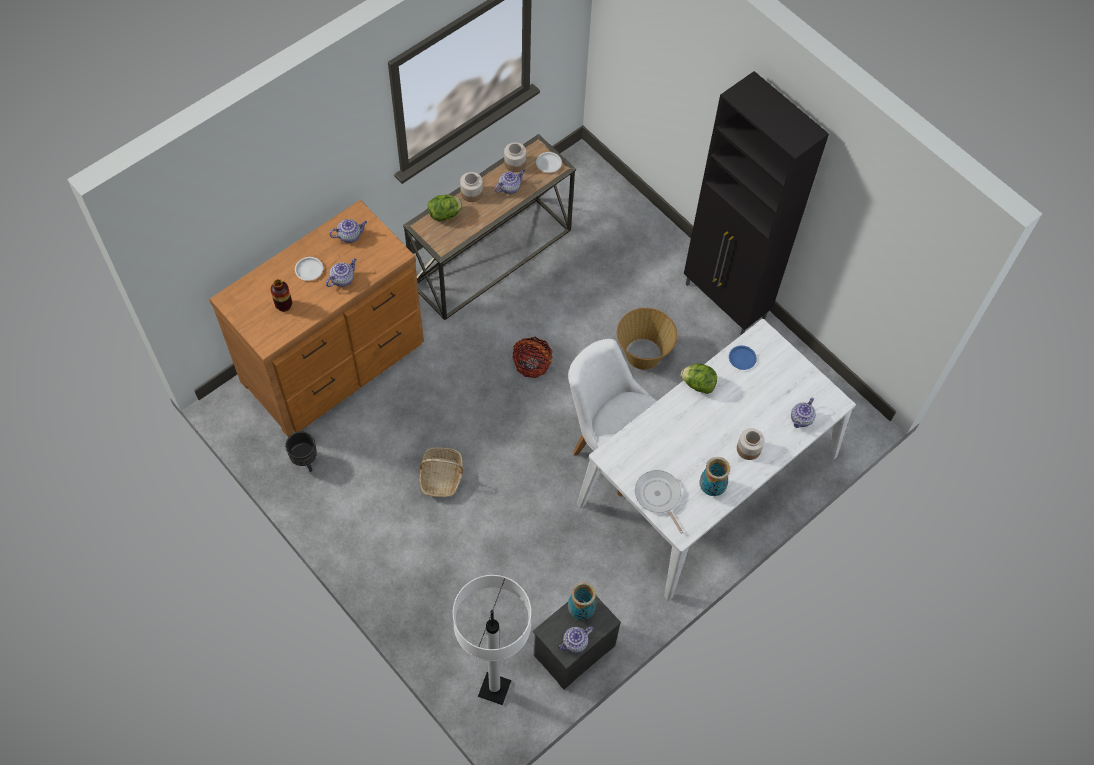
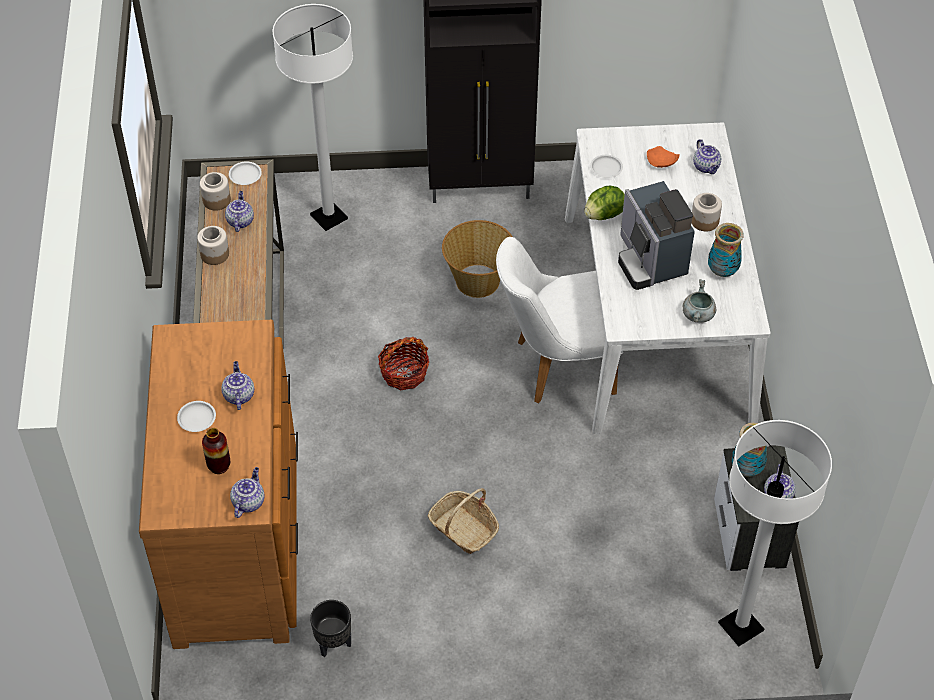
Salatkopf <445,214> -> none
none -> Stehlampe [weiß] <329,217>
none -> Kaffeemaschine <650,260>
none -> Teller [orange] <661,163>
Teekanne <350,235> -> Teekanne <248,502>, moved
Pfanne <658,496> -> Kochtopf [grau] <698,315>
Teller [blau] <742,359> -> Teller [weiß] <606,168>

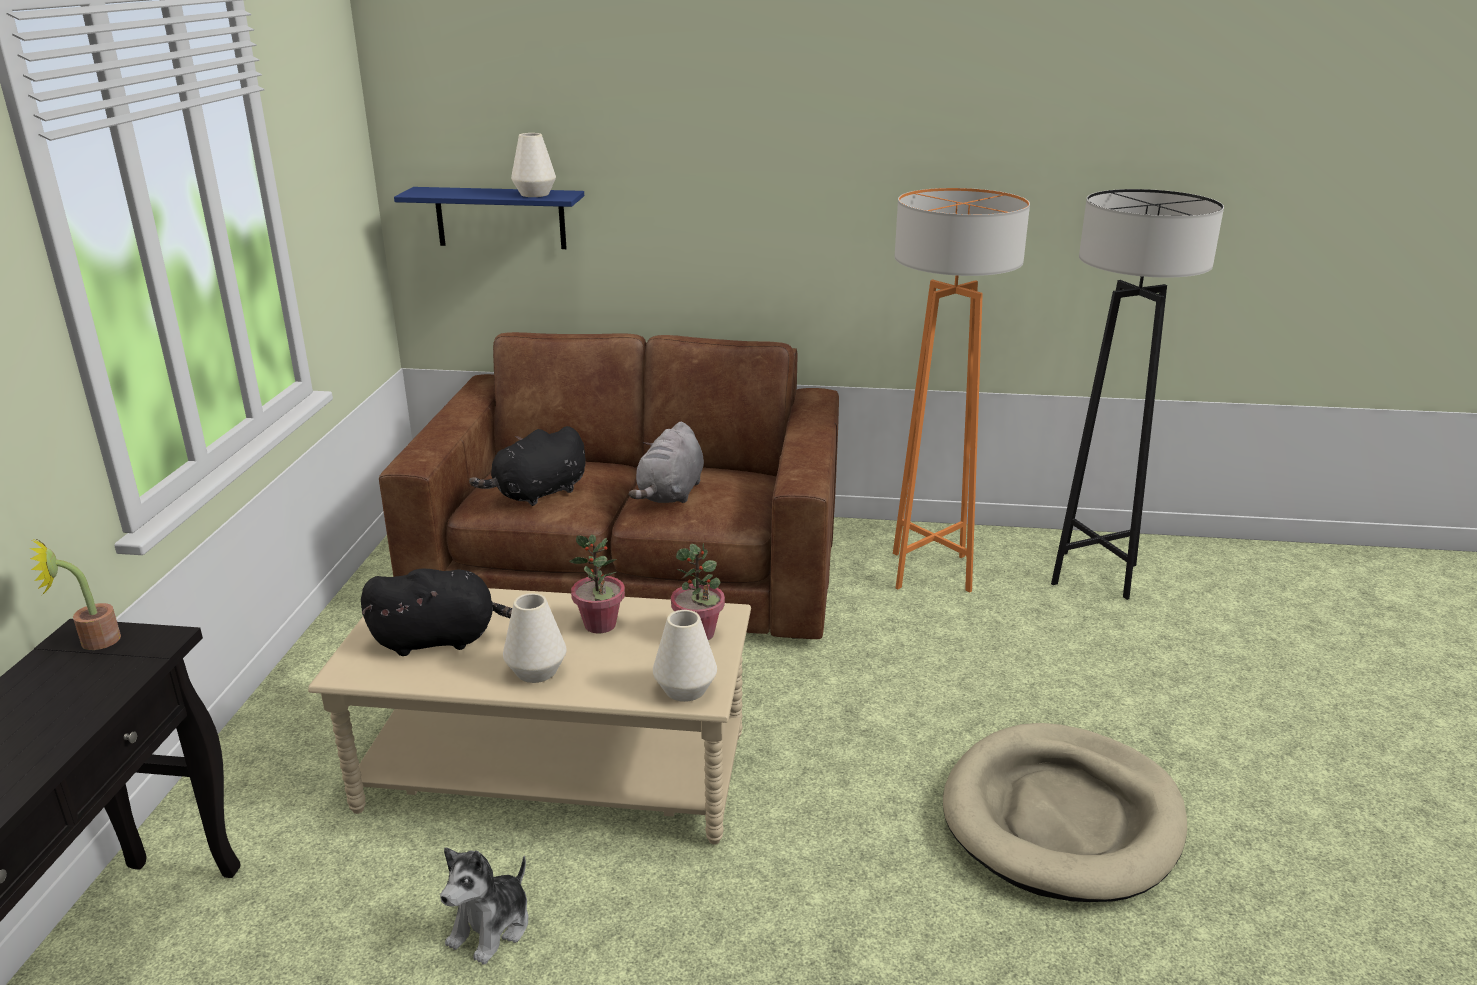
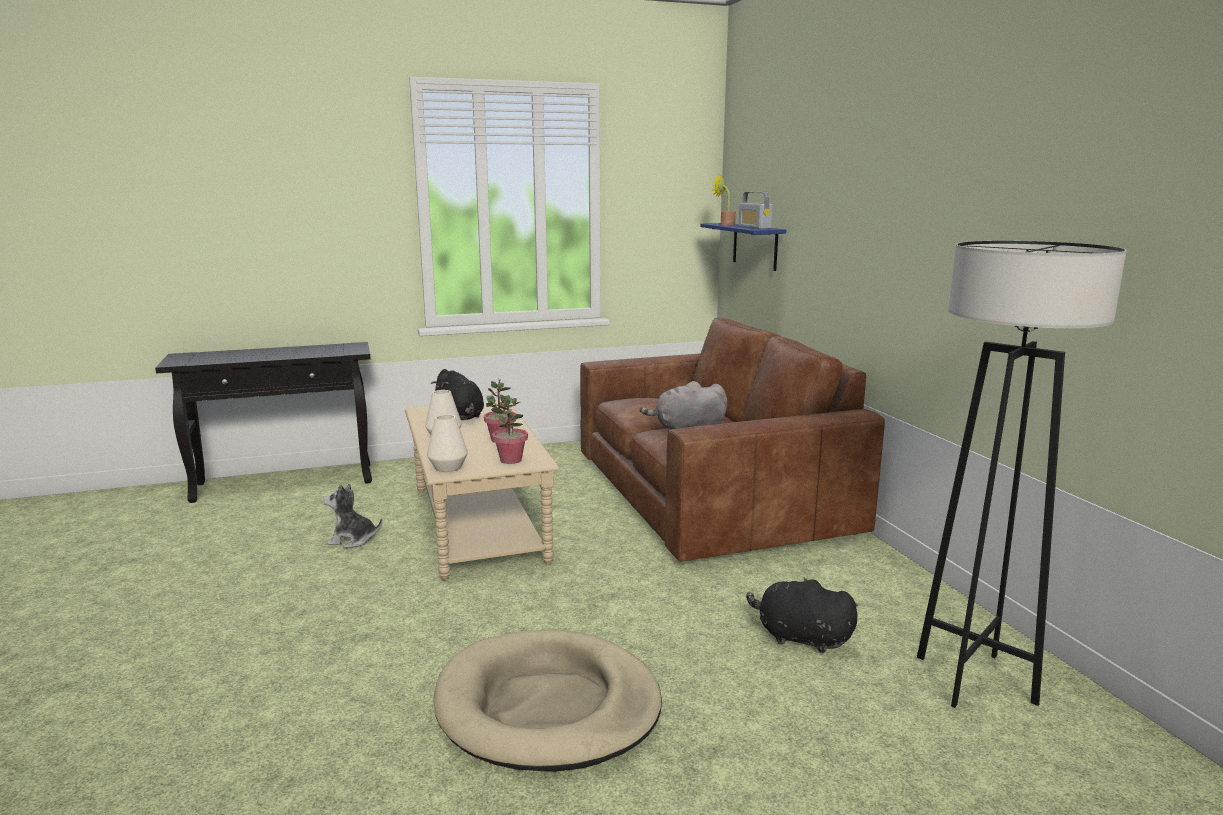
Stehlampe [orange] <931,572> -> none
Topfpflanze <92,642> -> Topfpflanze <725,224>, moved
Plüschtier [schwarz] <537,494> -> Plüschtier [schwarz] <799,638>, moved
Vase [weiß] <535,194> -> Radio <754,227>

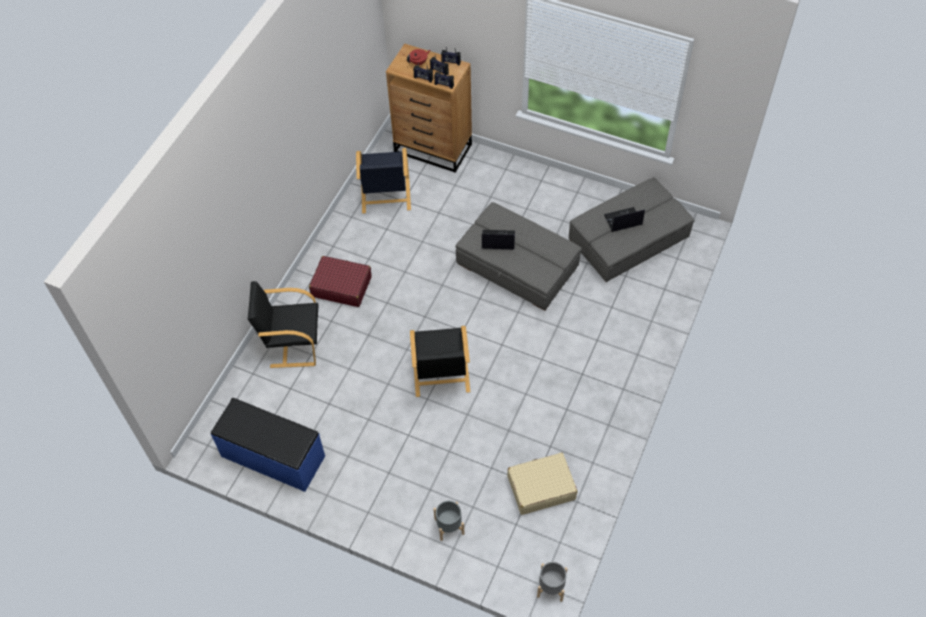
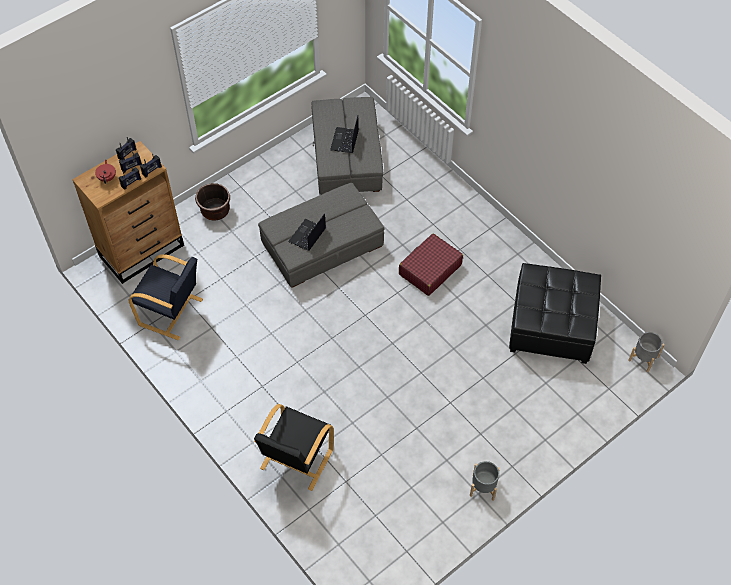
Bank [blau] <272,457> -> none
Sessel [schwarz] <441,375> -> none
none -> Pflanzkübel [braun] <215,210>
Koffer [rot] <341,286> -> Koffer [rot] <429,270>, moved
Pflanzkübel [grau] <449,526> -> Pflanzkübel [grau] <483,487>, moved
Koffer [beige] <541,488> -> Polsterhocker [schwarz] <552,326>

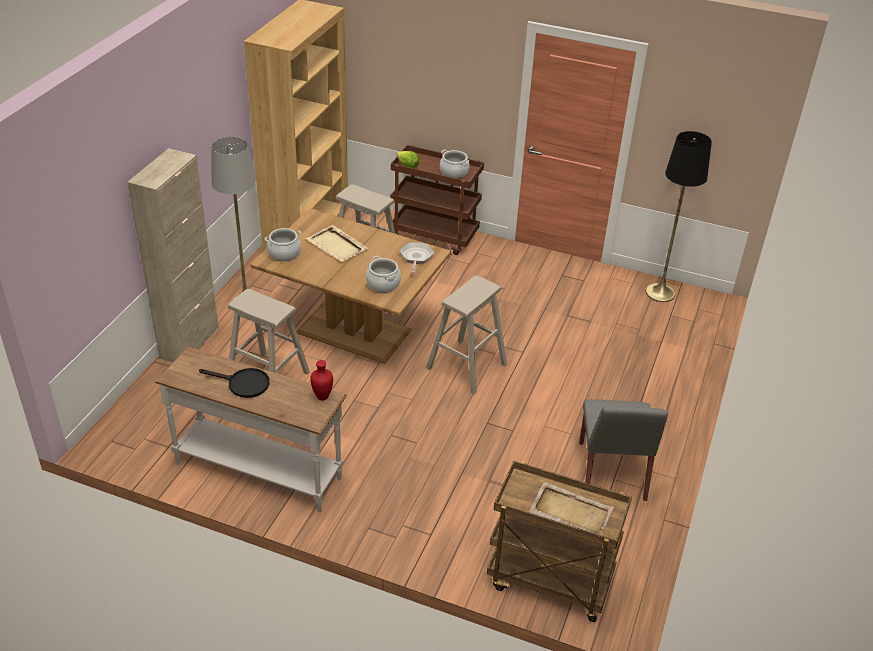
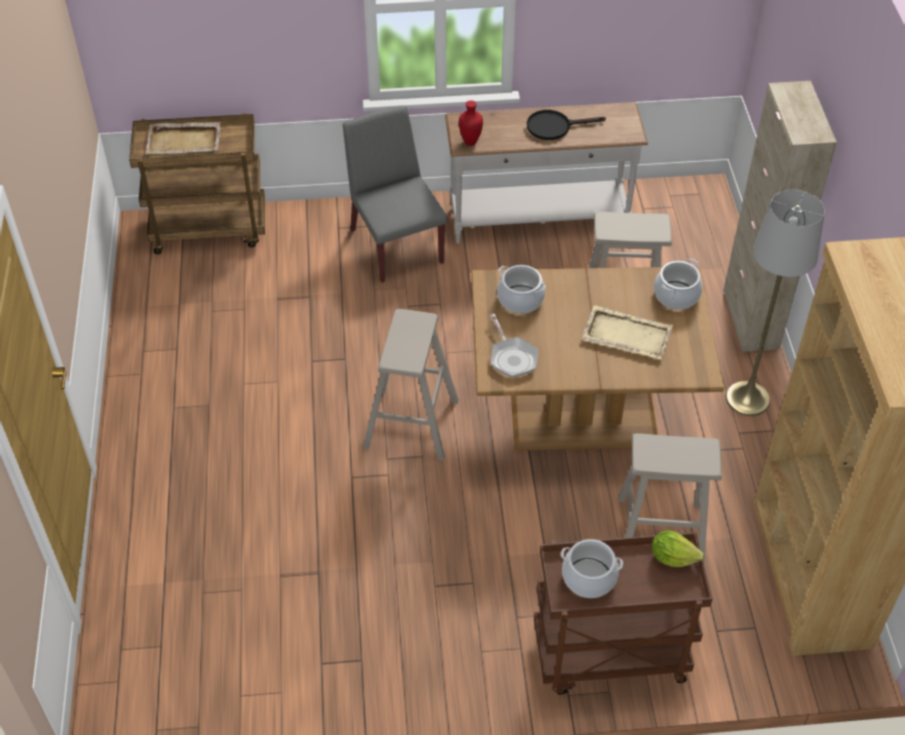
Stehlampe [schwarz] <660,293> -> none
Stuhl [grau] <612,472> -> Stuhl [grau] <396,245>, moved

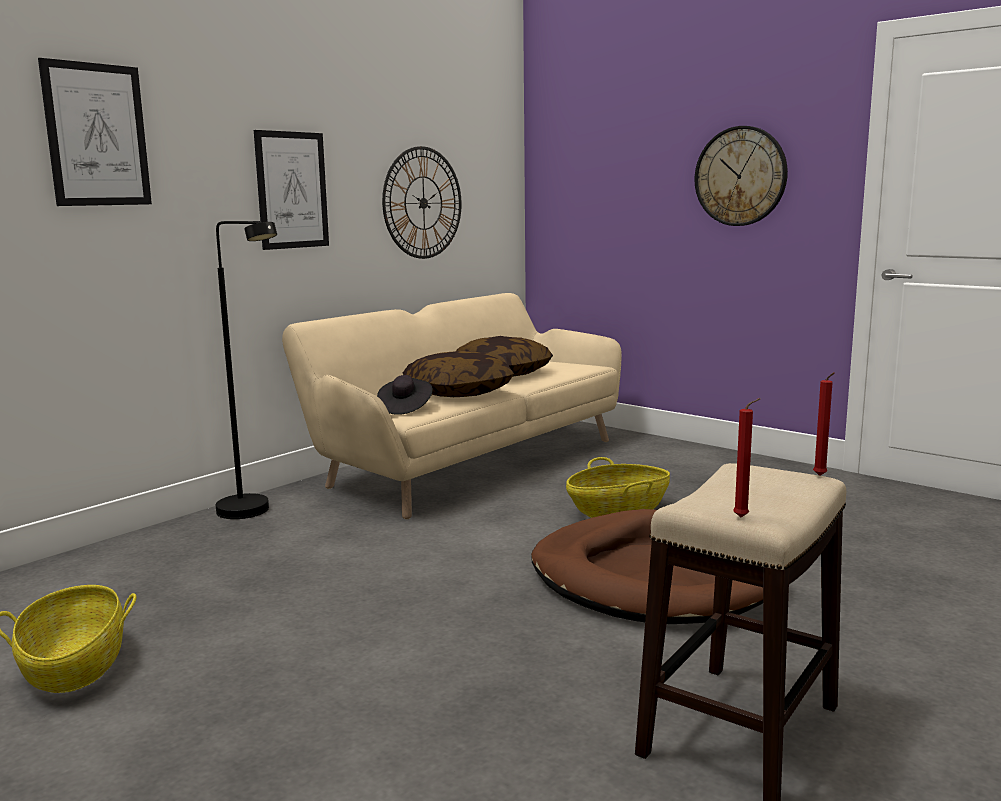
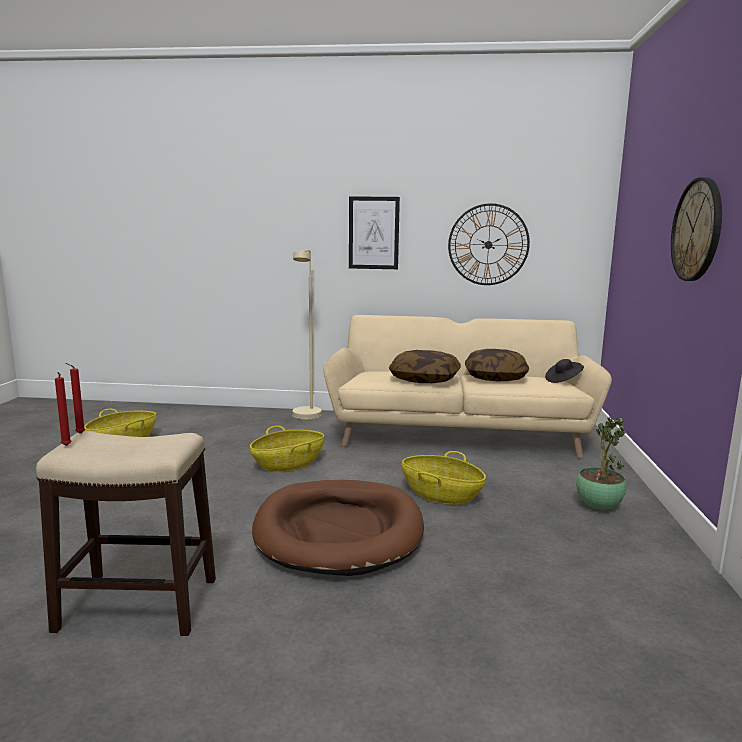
Bild <97,135> -> none
none -> Korb <288,464>
none -> Topfpflanze <597,506>
Hut [schwarz] <405,408> -> Hut [schwarz] <563,380>, moved
Kerze [rot] <821,476> -> Kerze [rot] <79,434>, moved
Stehlampe [schwarz] <253,513> -> Stehlampe [beige] <306,417>

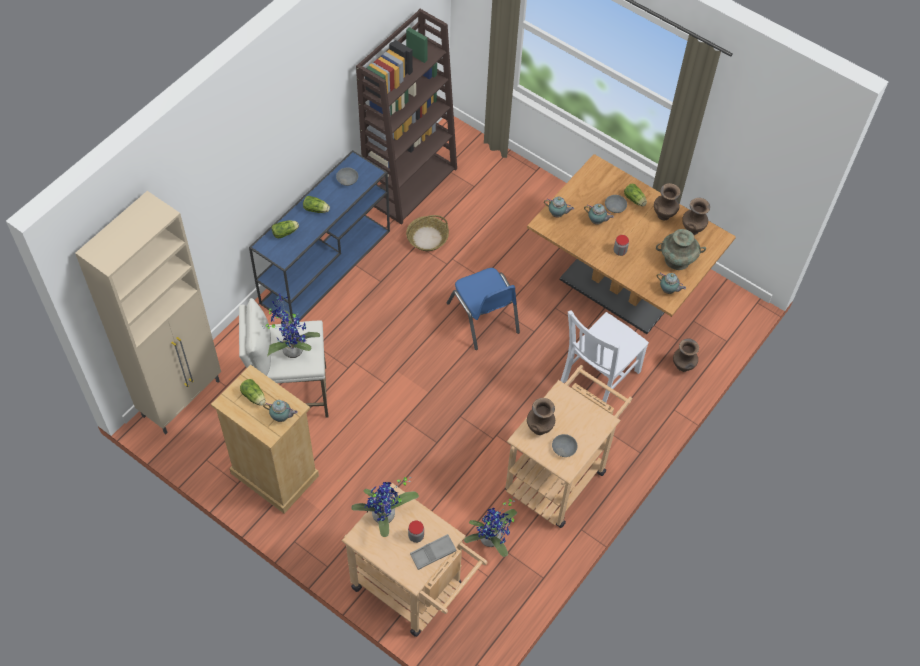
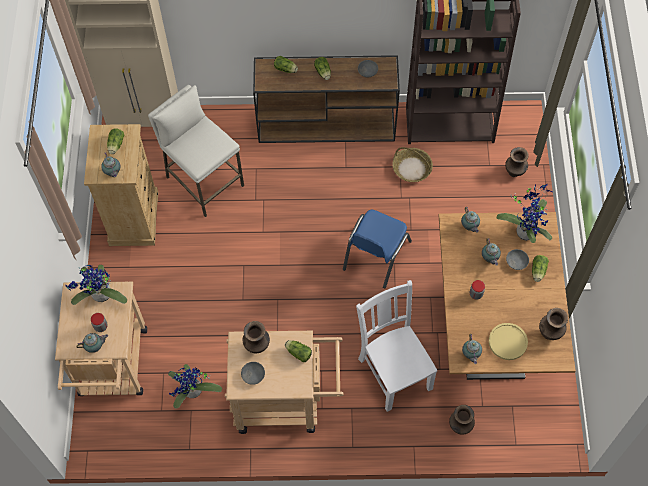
none -> Salatkopf <297,352>
Topfpflanze <291,348> -> Topfpflanze <526,230>, moved
Vase [braun] <664,215> -> Vase [braun] <514,172>, moved
Tablett [grau] <433,553> -> Teekanne <95,347>
Vase [türkis] <677,260> -> Teller [gelb] <507,342>
Konsolentisch [blau] <326,265> -> Konsolentisch [braun] <328,124>
Stuhl [weiß] <598,378> -> Stuhl [weiß] <394,371>, 60 degrees clockwise

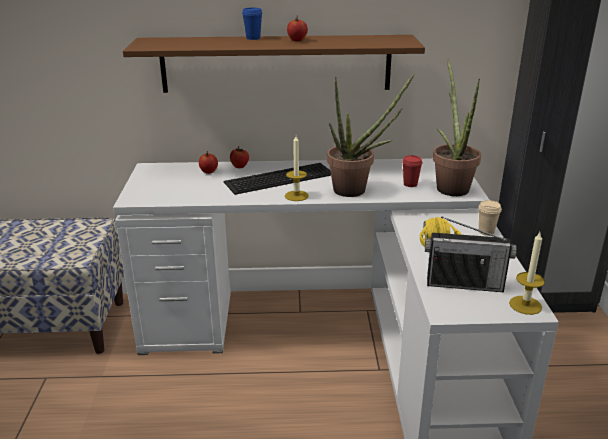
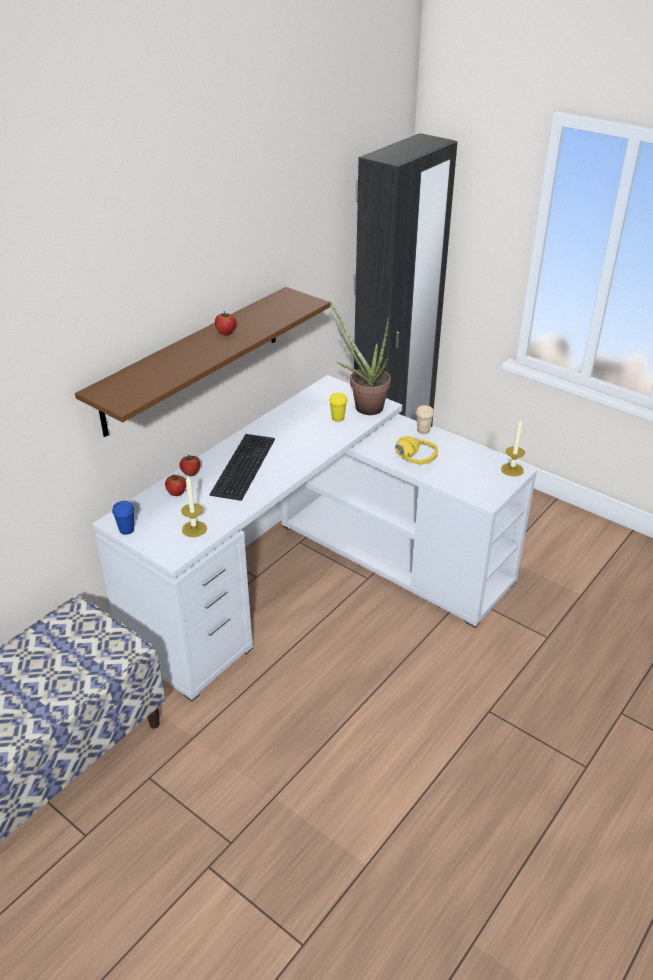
Topfpflanze <357,190> -> none
Radio <464,284> -> none
Tasse [blau] <253,38> -> Tasse [blau] <126,530>, moved
Kerze <296,196> -> Kerze <194,529>, moved
Tasse [rot] <410,184> -> Tasse [gelb] <338,418>

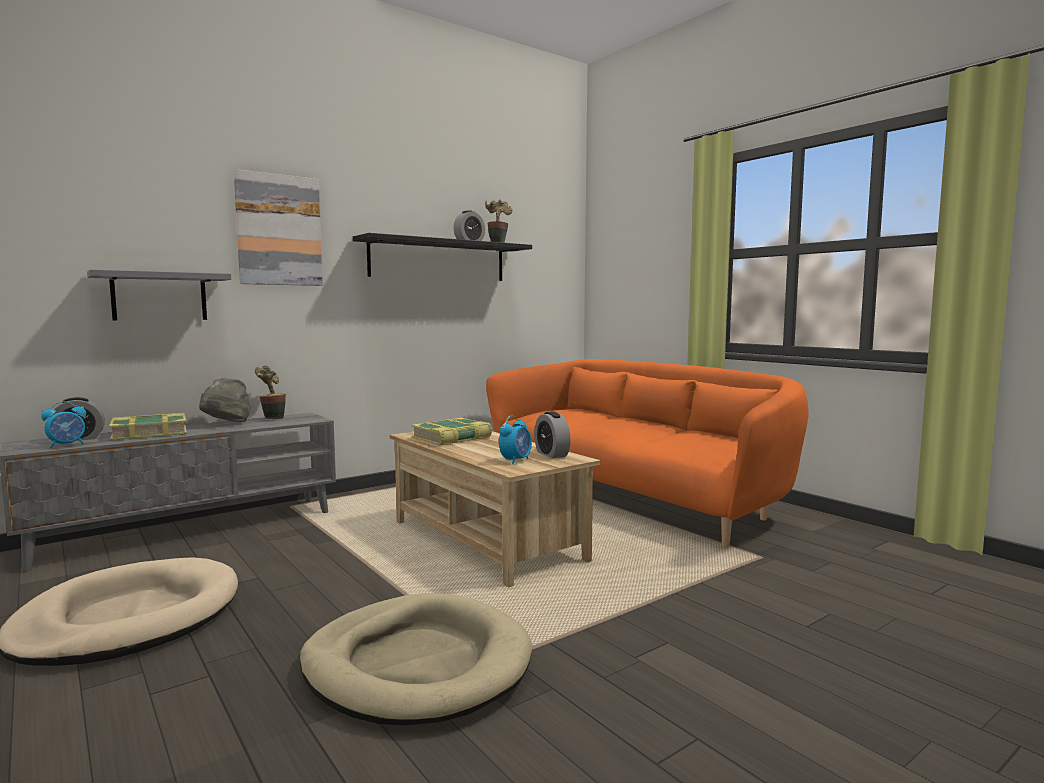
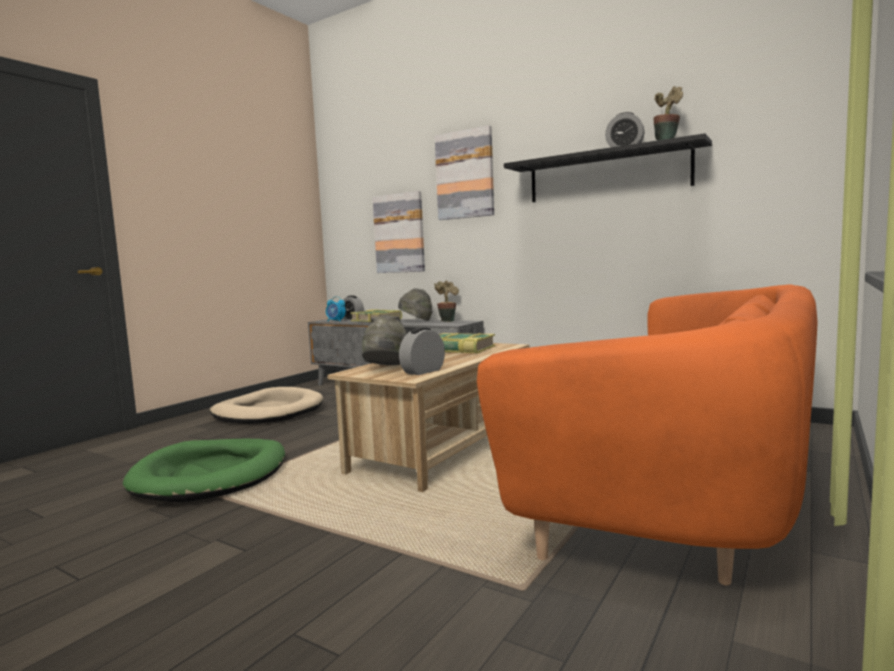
Wandregal [grau] <159,296> -> Bild <399,233>
Wecker <515,460> -> Hut [grau] <386,368>
Hundebett [beige] <417,665> -> Hundebett [grün] <211,475>

